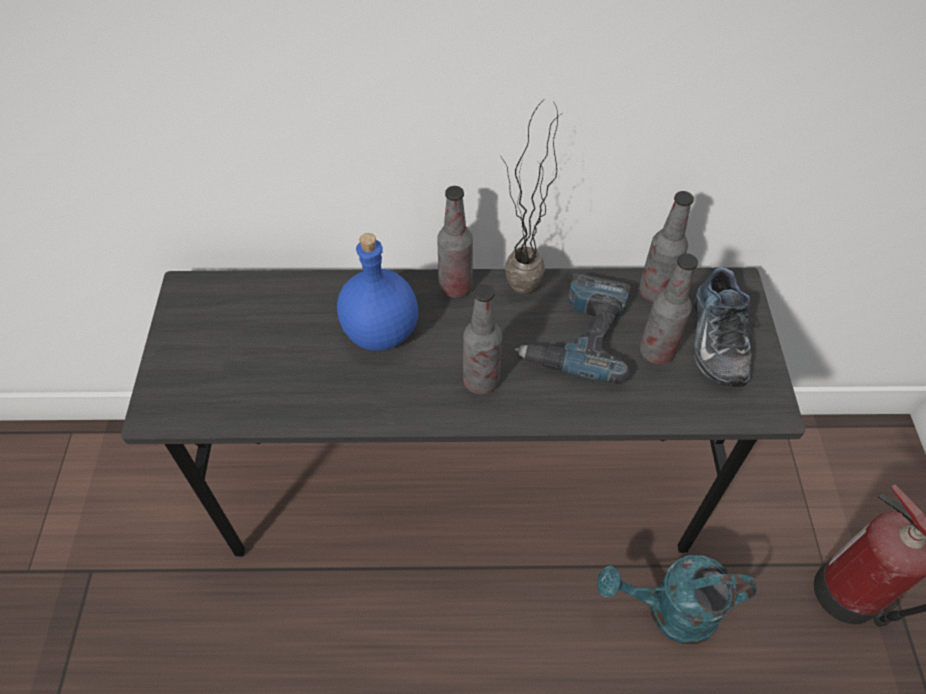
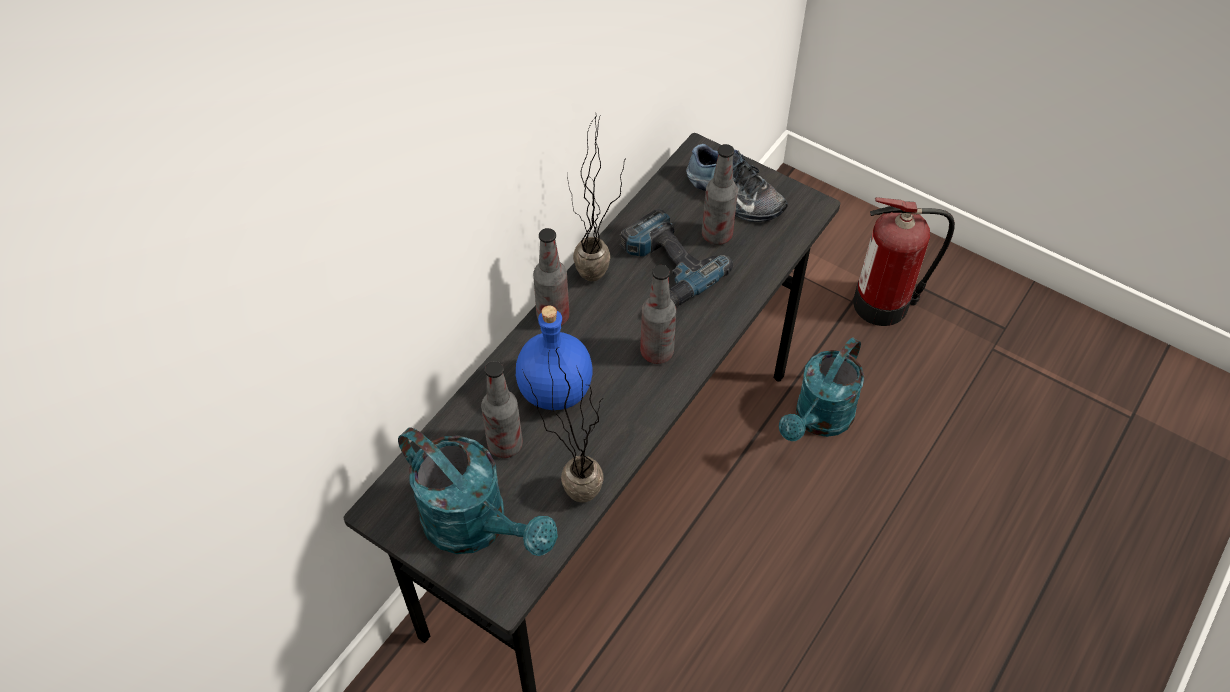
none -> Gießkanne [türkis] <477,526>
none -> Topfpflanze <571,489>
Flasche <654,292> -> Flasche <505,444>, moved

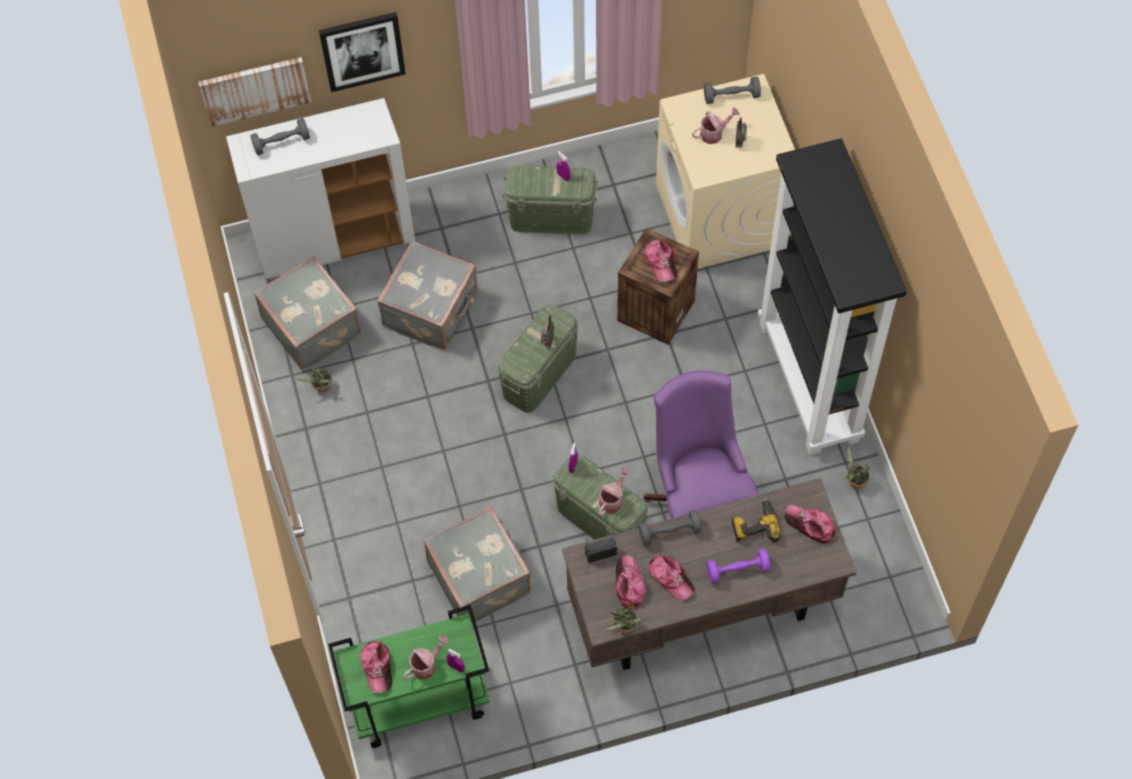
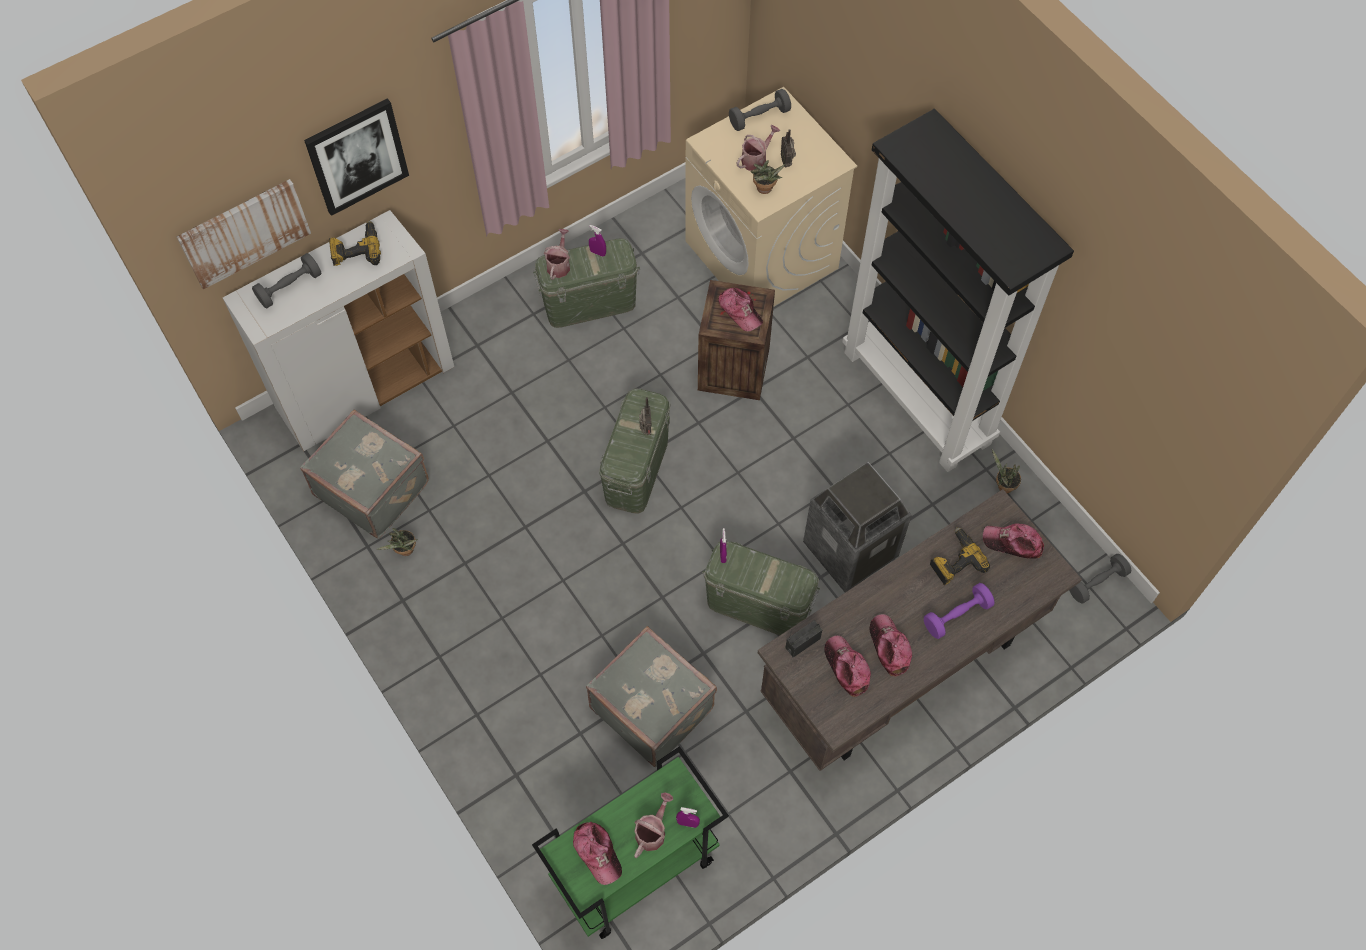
Koffer [grau] <432,310> -> none
none -> Bohrmaschine <356,249>
Gießkanne <612,499> -> Gießkanne <559,264>, moved
Topfpflanze <624,628> -> Topfpflanze <764,190>, moved
Hantel [grau] <669,532> -> Hantel [grau] <1097,583>, moved
Bürostuhl [lila] <697,497> -> Mülleimer <850,549>
Kappe <671,578> -> Kappe <889,647>, 135 degrees counterclockwise

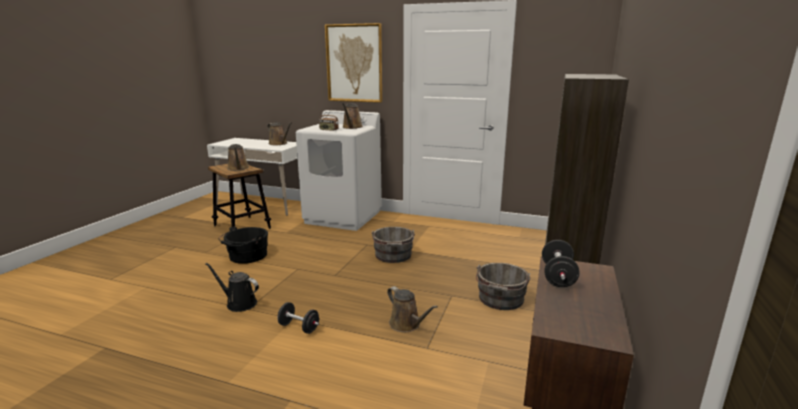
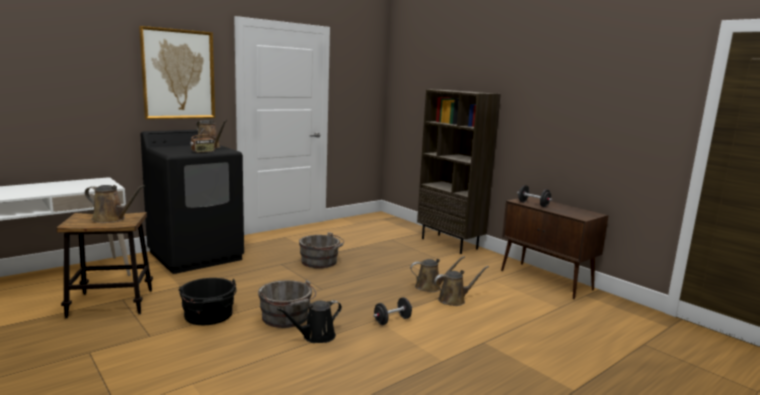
Gießkanne [braun] <279,144> -> Gießkanne [braun] <454,300>, moved
Eimer [grau] <500,300> -> Eimer [grau] <286,318>, moved
Waschmaschine [weiß] <343,217> -> Waschmaschine [schwarz] <196,255>

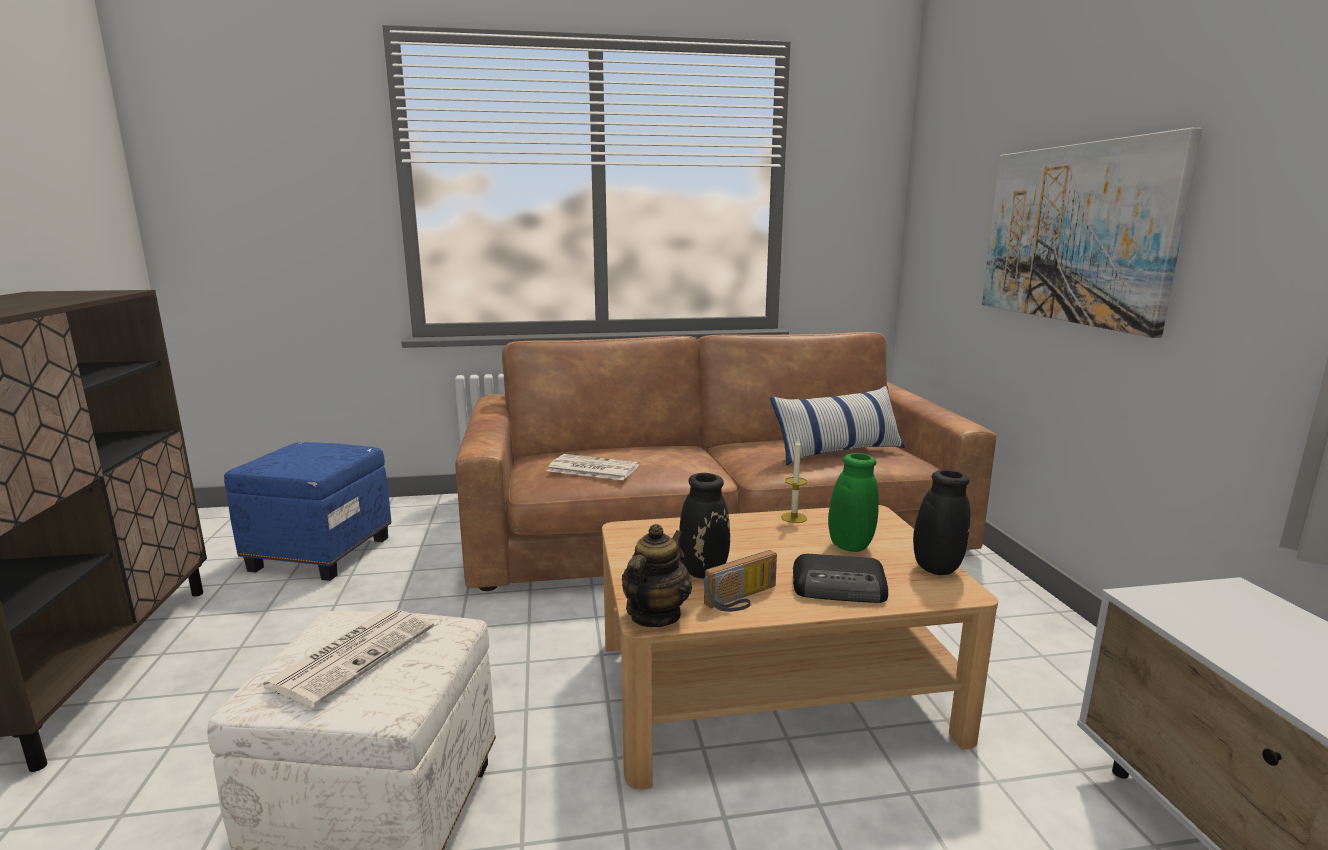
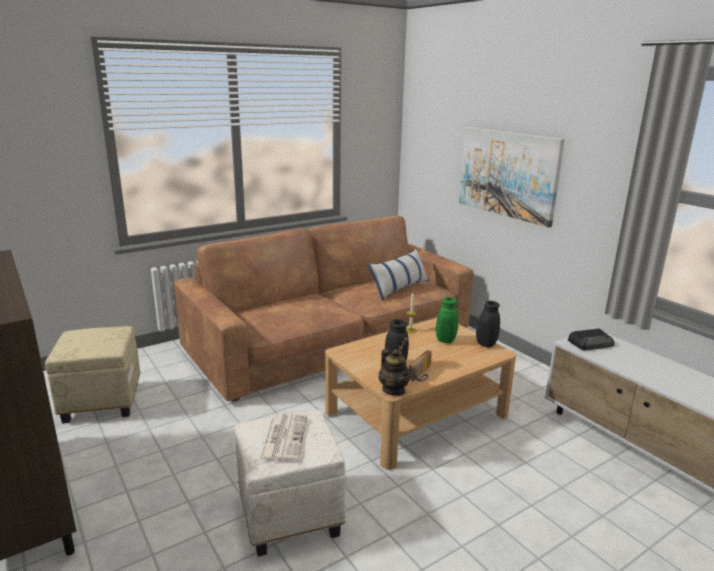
Zeitung <591,468> -> none
Radio <840,587> -> Radio <591,343>, moved
Polsterhocker [blau] <320,554> -> Polsterhocker [beige] <102,402>
Teekanne <655,616> -> Teekanne <394,390>, 150 degrees clockwise

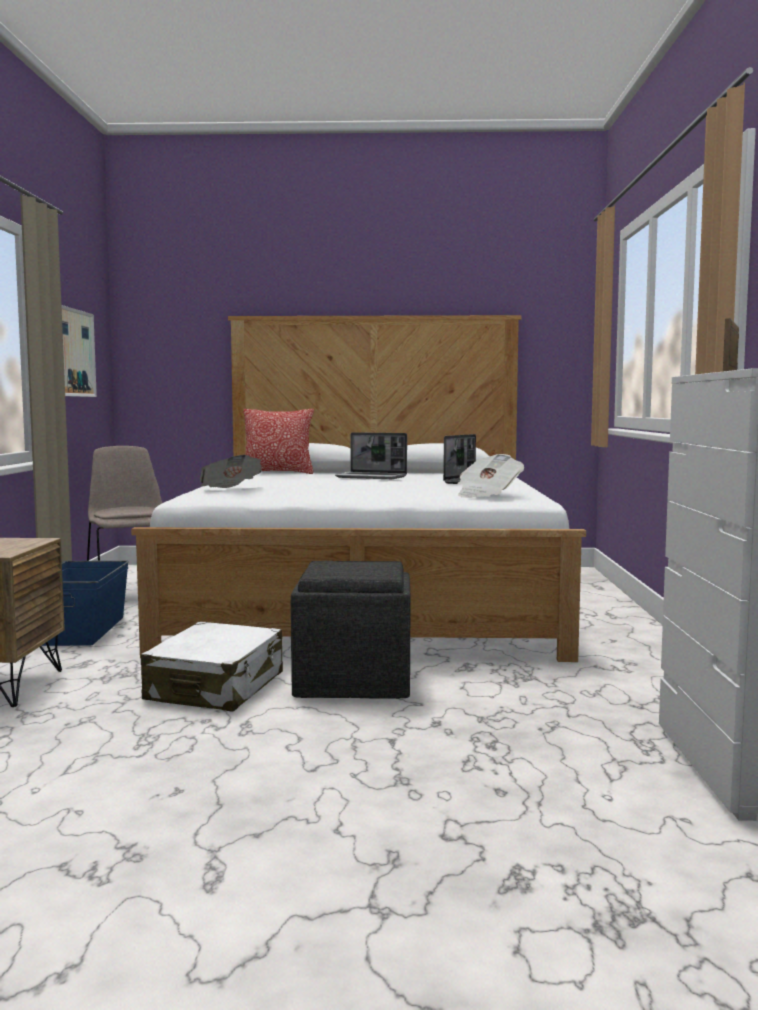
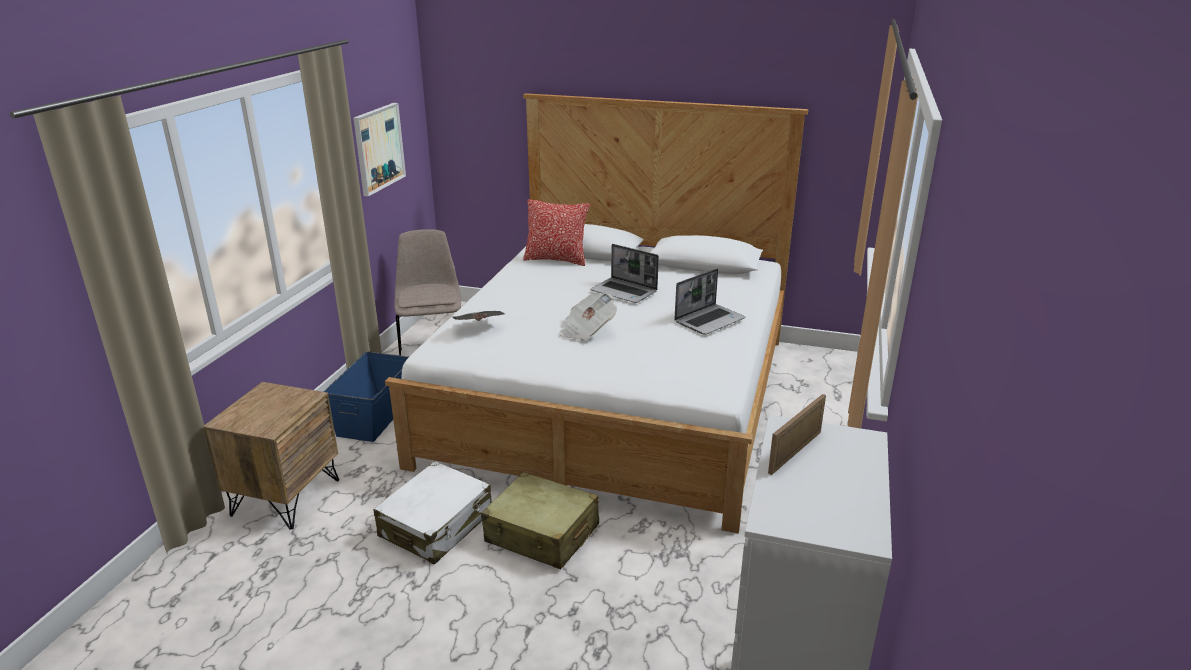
Zeitung <487,495> -> Zeitung <587,331>, moved
Polsterhocker [grau] <355,681> -> Koffer [beige] <542,534>

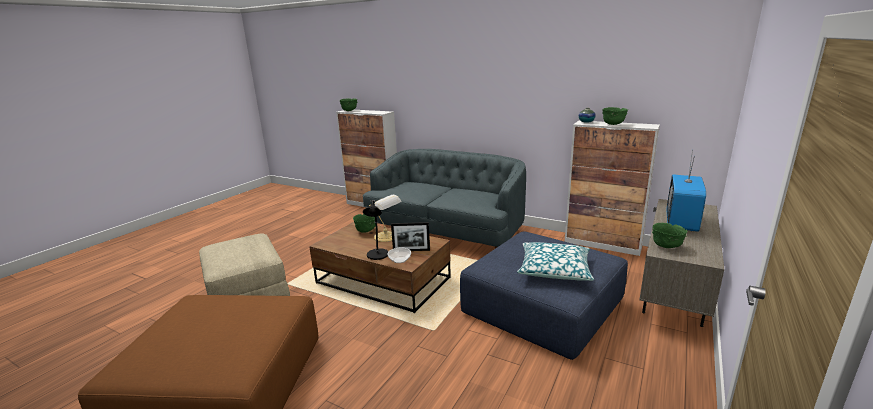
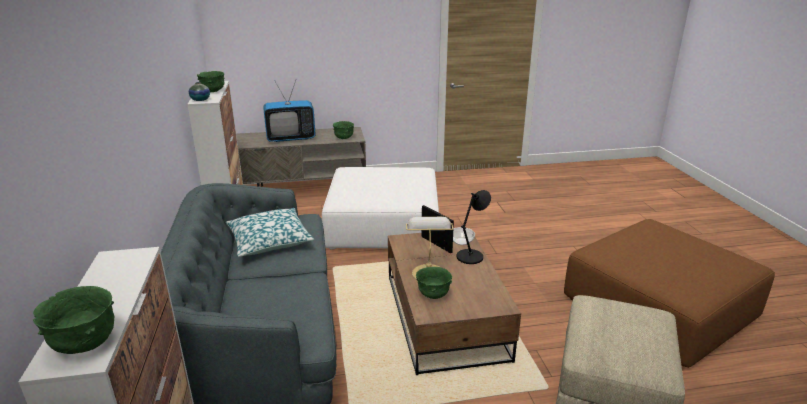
Kissen <554,269> -> Kissen <269,240>, moved
Polsterhocker [blau] <541,306> -> Polsterhocker [weiß] <383,226>

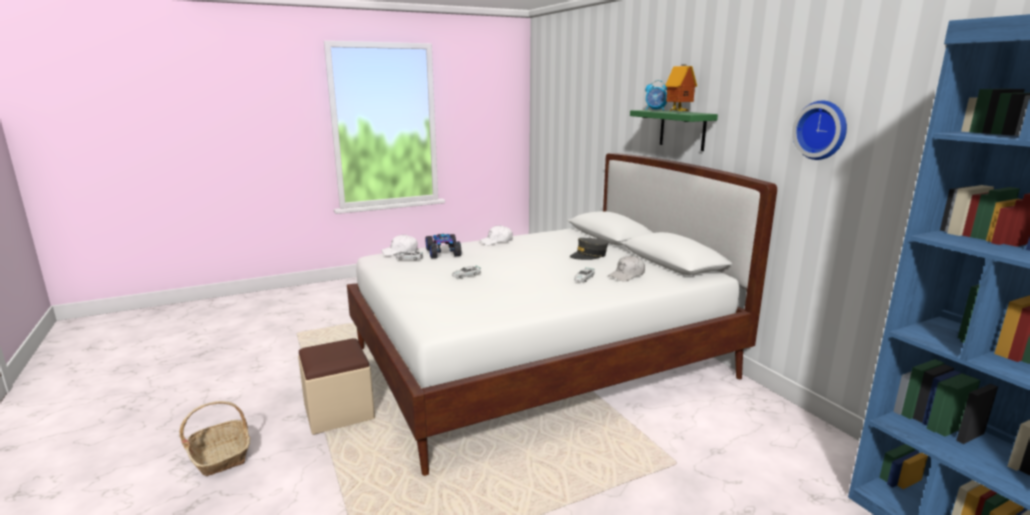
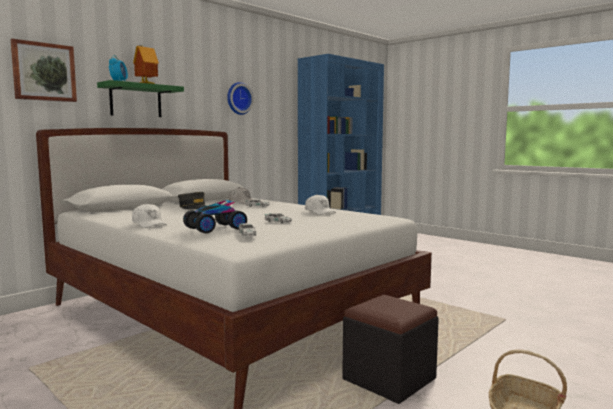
none -> Bild <44,72>
Kappe [weiß] <400,252> -> Kappe [weiß] <319,212>, moved
Polsterhocker [beige] <339,412> -> Polsterhocker [schwarz] <389,379>

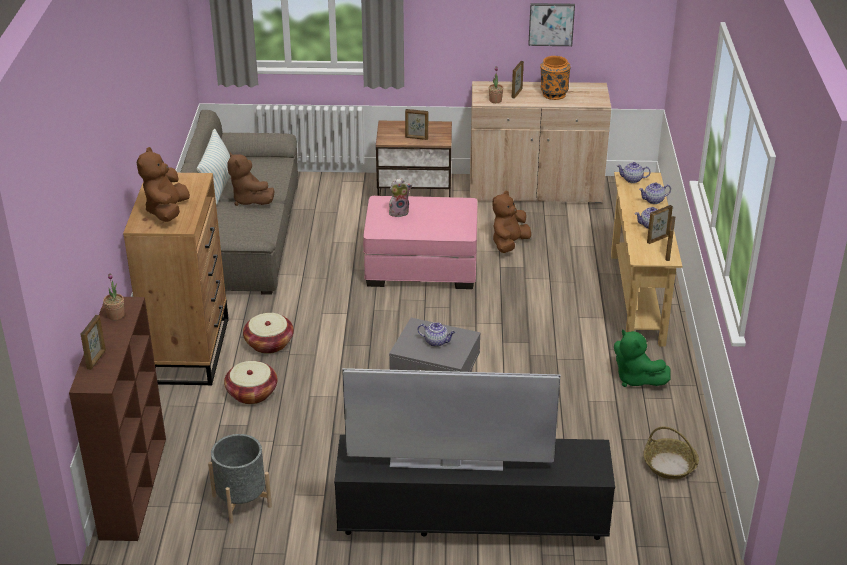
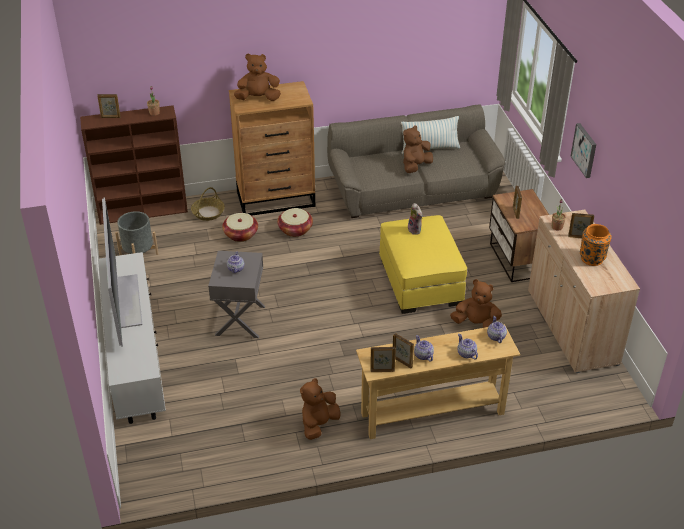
Bild <551,23> -> Bild <585,150>, moved
Korb <670,465> -> Korb <208,213>, moved
Fernsehschrank [schwarz] <470,522> -> Fernsehschrank [weiß] <135,356>
Polsterhocker [rosa] <420,266> -> Polsterhocker [gelb] <420,281>
Plüschtier [grün] <635,378> -> Plüschtier [braun] <318,424>

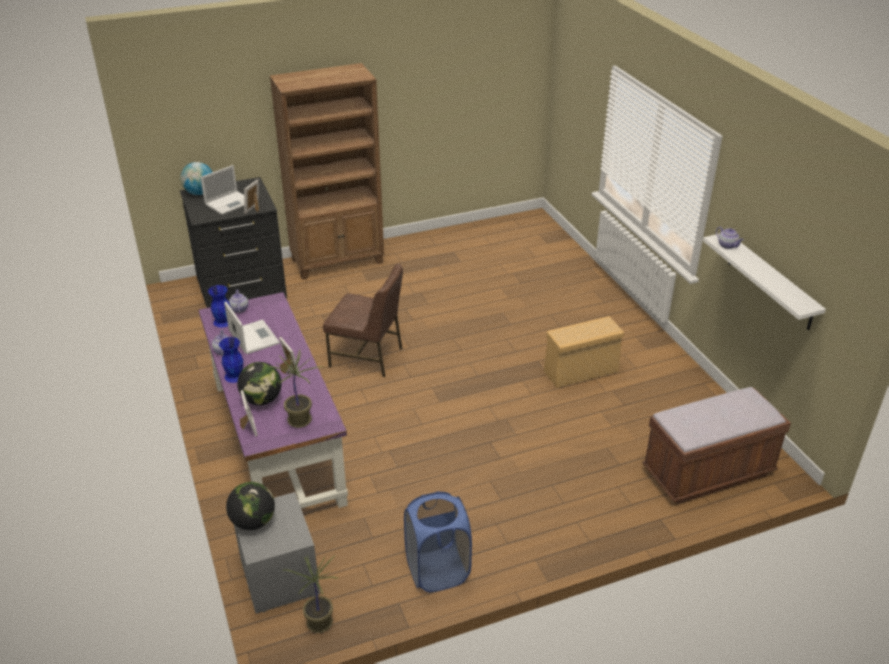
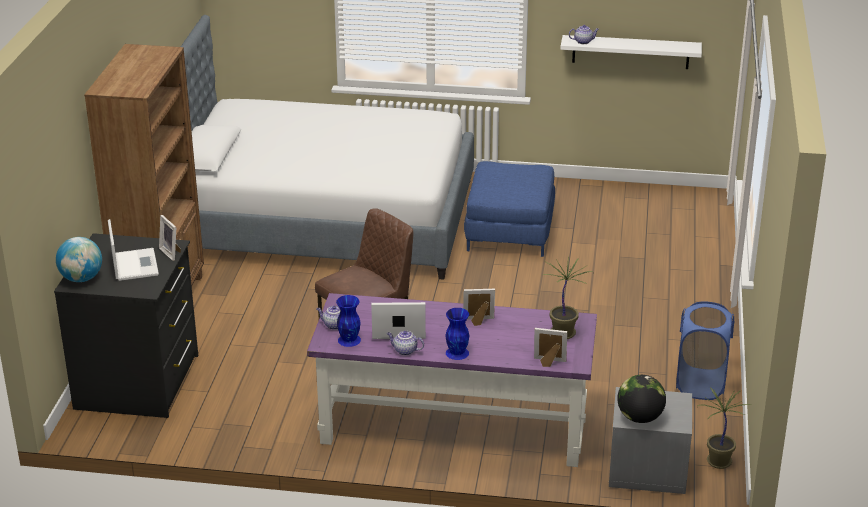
Globus <262,400> -> none
Bank [braun] <708,472> -> none
none -> Bett <321,218>
Aufbewahrungsbox [beige] <581,371> -> Polsterhocker [blau] <509,231>

